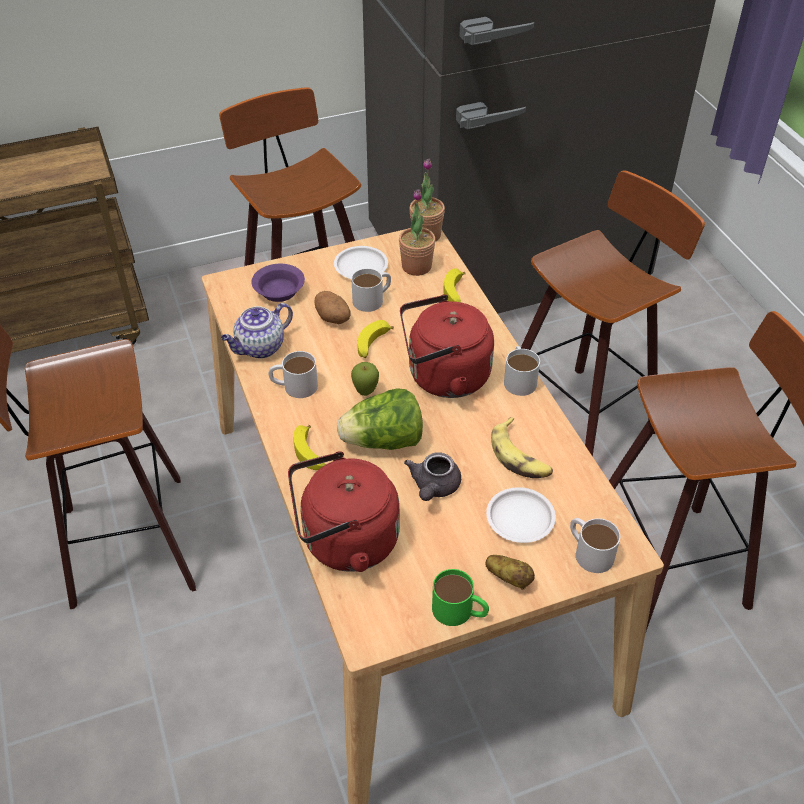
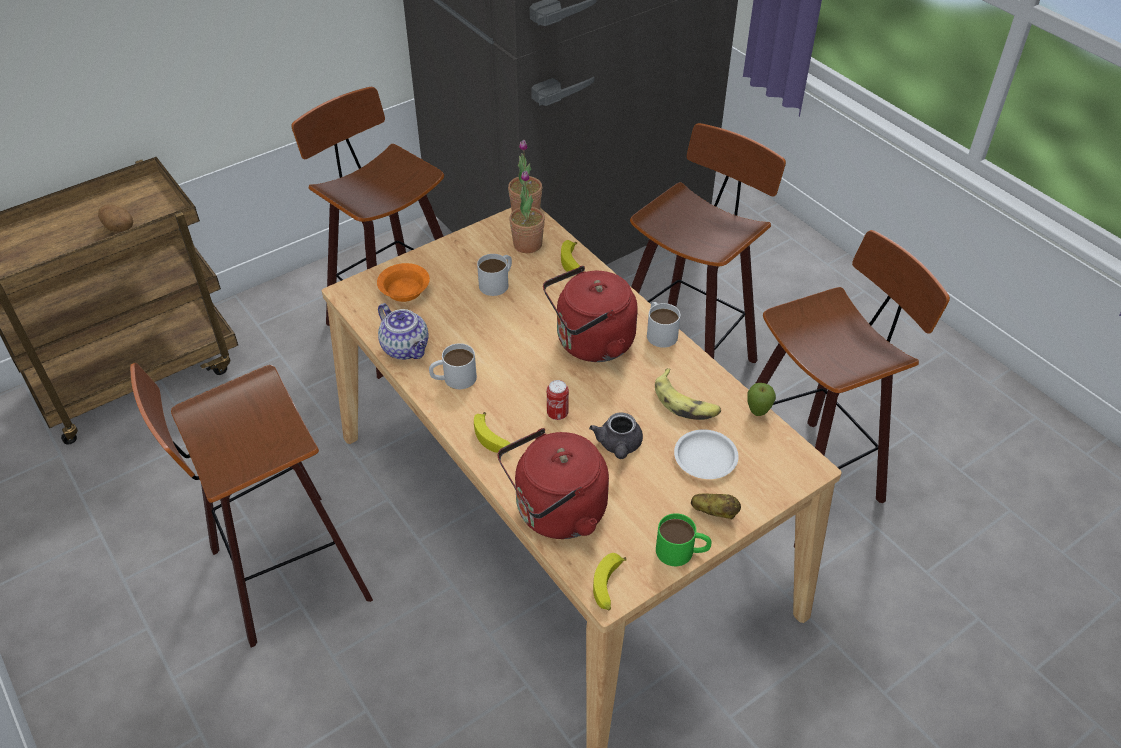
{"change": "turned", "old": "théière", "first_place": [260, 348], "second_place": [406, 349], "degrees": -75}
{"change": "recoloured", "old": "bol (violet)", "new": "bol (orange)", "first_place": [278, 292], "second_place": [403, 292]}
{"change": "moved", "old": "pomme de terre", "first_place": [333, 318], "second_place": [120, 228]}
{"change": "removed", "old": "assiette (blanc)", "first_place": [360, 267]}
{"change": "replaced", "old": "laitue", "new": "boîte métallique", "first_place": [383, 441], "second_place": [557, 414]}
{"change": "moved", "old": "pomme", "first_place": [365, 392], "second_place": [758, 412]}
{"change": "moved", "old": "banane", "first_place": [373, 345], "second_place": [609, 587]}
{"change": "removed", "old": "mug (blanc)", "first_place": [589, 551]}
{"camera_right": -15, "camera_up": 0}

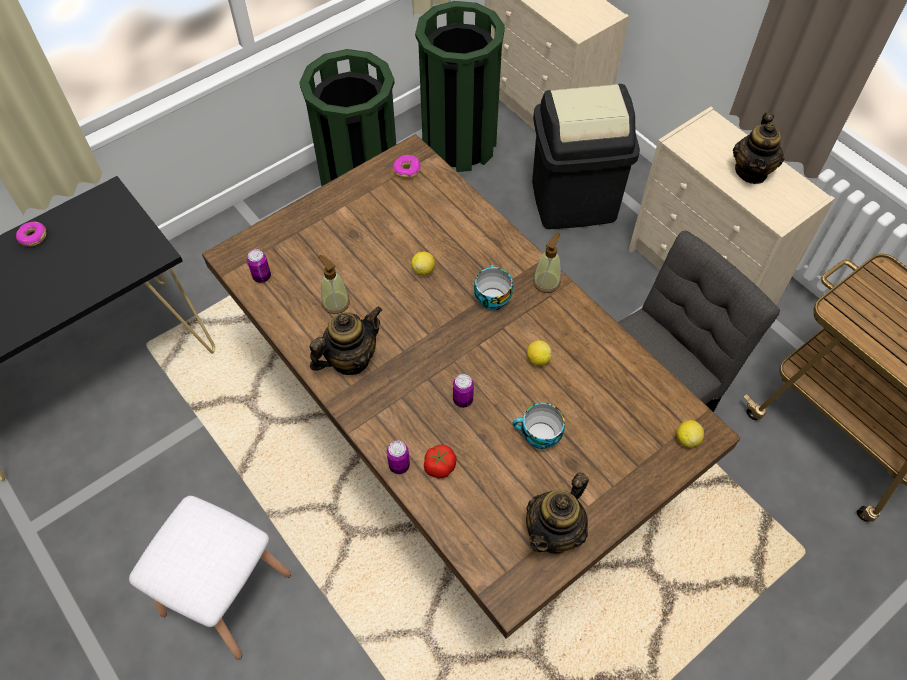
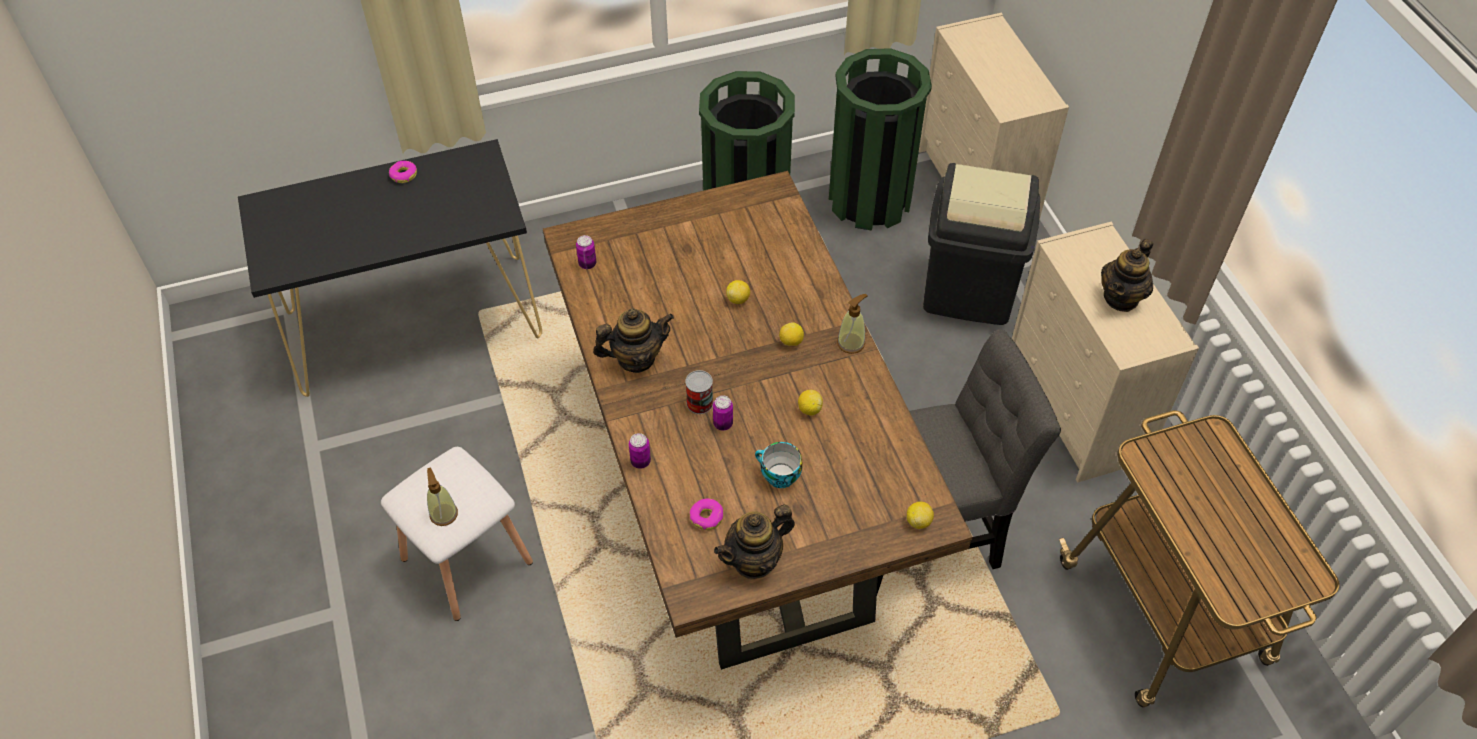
{"change": "moved", "old": "distributeur de savon", "first_place": [335, 303], "second_place": [443, 514]}
{"change": "moved", "old": "beignet", "first_place": [407, 170], "second_place": [706, 517]}
{"change": "removed", "old": "tomate", "first_place": [439, 466]}
{"change": "replaced", "old": "tasse", "new": "citron", "first_place": [491, 298], "second_place": [791, 342]}
{"change": "added", "new": "boîte métallique", "second_place": [699, 403]}
{"camera_right": 20, "camera_up": -5}

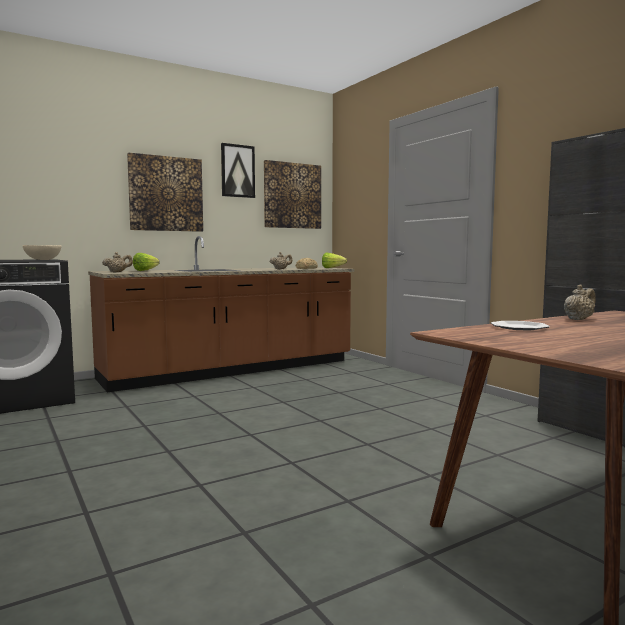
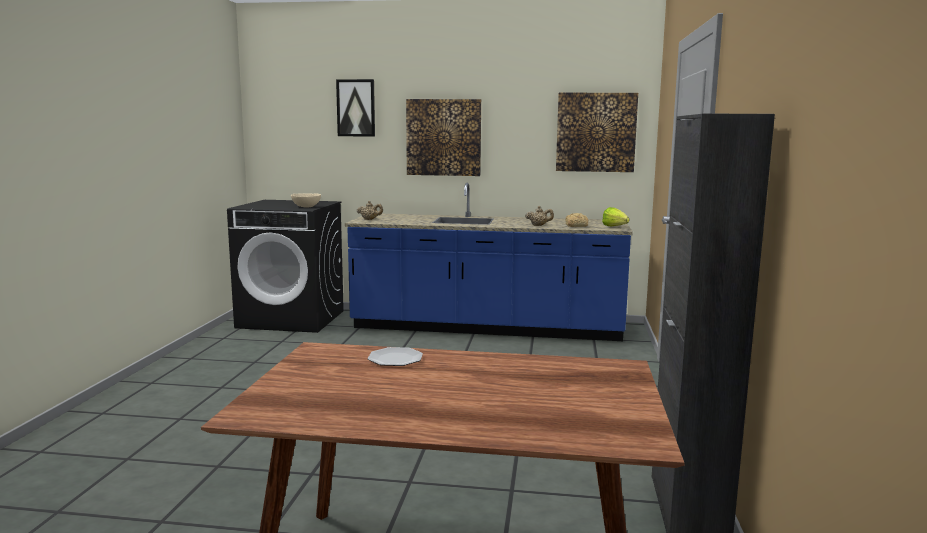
{"change": "recoloured", "old": "comptoir de cuisine (marron)", "new": "comptoir de cuisine (bleu)", "first_place": [231, 370], "second_place": [487, 327]}
{"change": "removed", "old": "laitue", "first_place": [148, 270]}
{"change": "moved", "old": "tableau", "first_place": [237, 171], "second_place": [356, 108]}
{"change": "removed", "old": "théière (beige)", "first_place": [578, 319]}
{"camera_right": 40, "camera_up": 5}

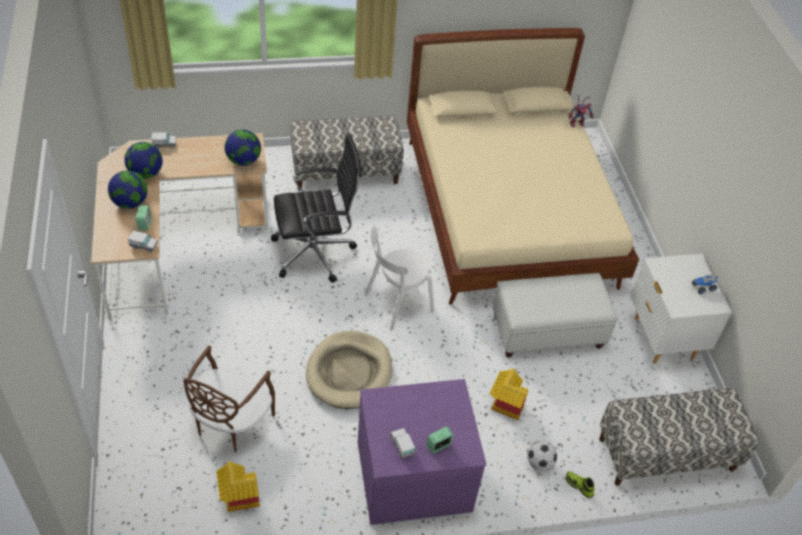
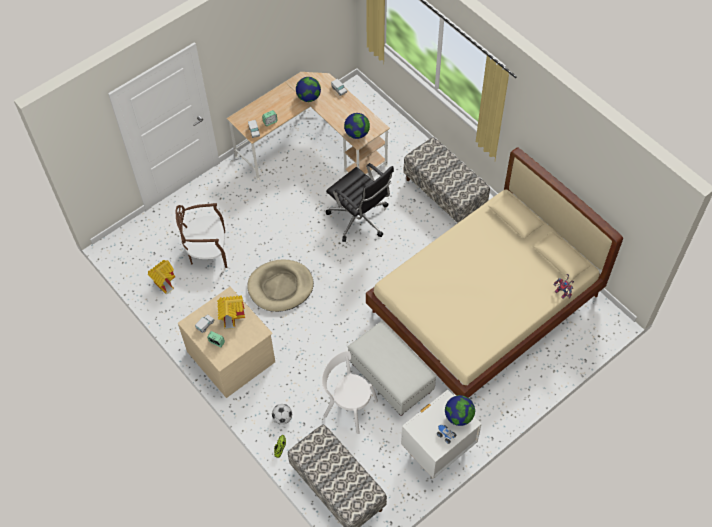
{"change": "moved", "old": "globe", "first_place": [130, 203], "second_place": [458, 416]}
{"change": "recoloured", "old": "commode (violet)", "new": "commode (beige)", "first_place": [413, 474], "second_place": [232, 356]}
{"change": "moved", "old": "chaise (blanc)", "first_place": [396, 304], "second_place": [348, 407]}
{"change": "moved", "old": "maison miniature", "first_place": [504, 404], "second_place": [232, 316]}
{"camera_right": 65, "camera_up": 10}

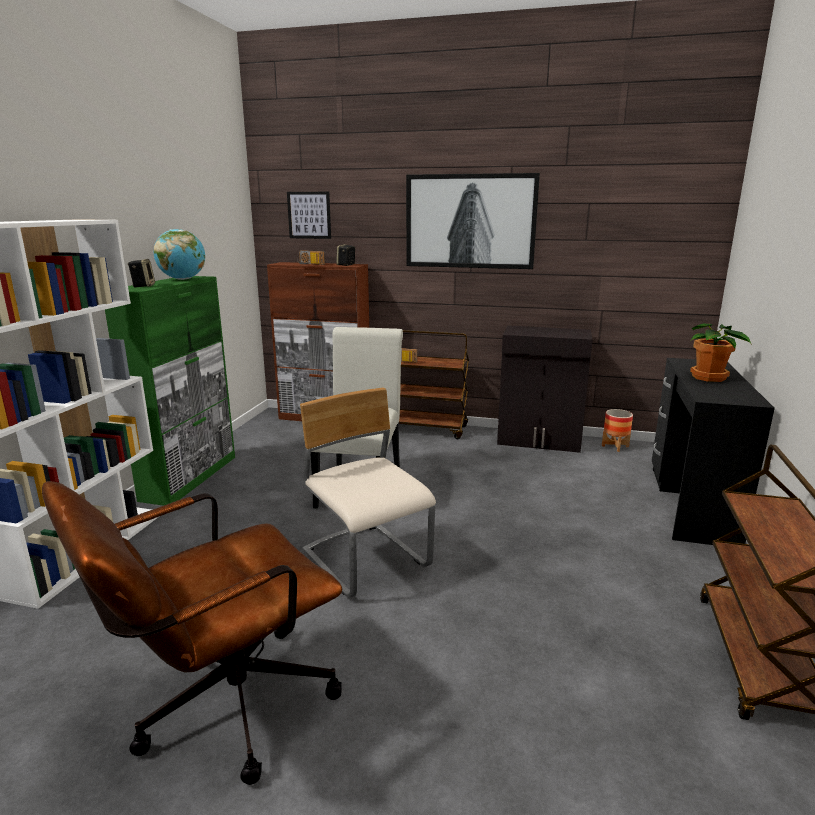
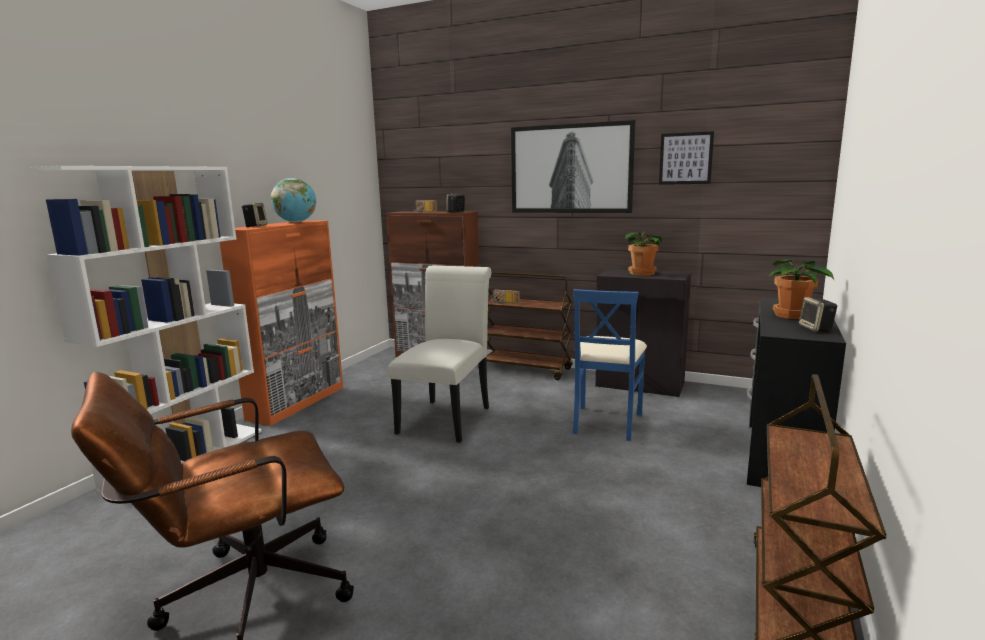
{"change": "recoloured", "old": "meuble de rangement (vert)", "new": "meuble de rangement (orange)", "first_place": [190, 477], "second_place": [297, 402]}
{"change": "moved", "old": "tableau", "first_place": [309, 215], "second_place": [685, 158]}
{"change": "removed", "old": "chaise (beige)", "first_place": [366, 560]}
{"change": "removed", "old": "cache-pot", "first_place": [615, 446]}
{"change": "added", "new": "chaise (bleu)", "second_place": [606, 422]}
{"change": "added", "new": "plante en pot", "second_place": [643, 273]}
{"change": "added", "new": "enceinte", "second_place": [816, 328]}
{"camera_right": 10, "camera_up": -5}

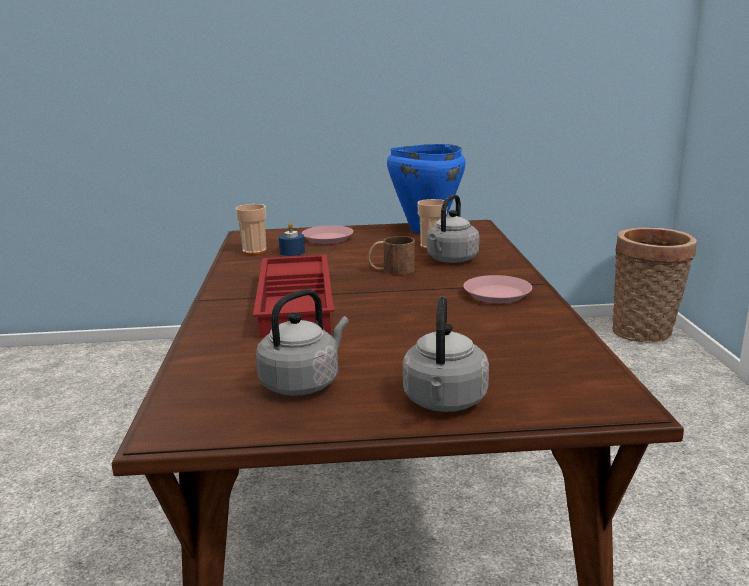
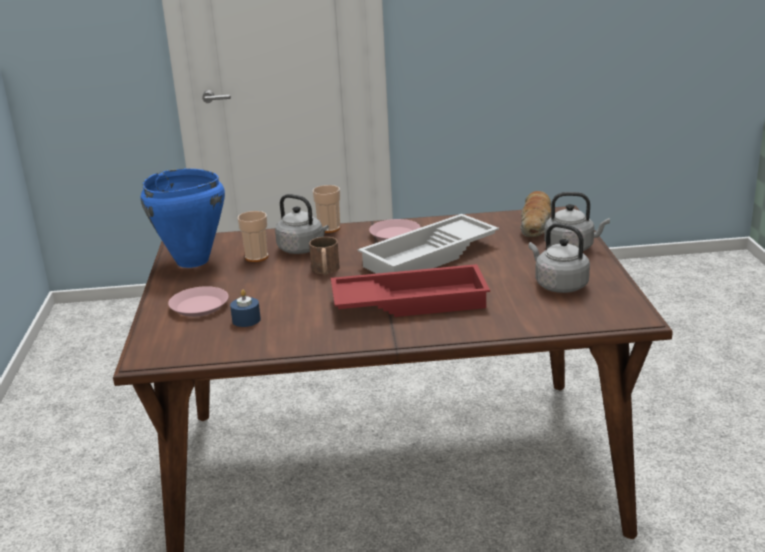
{"change": "moved", "old": "tasse", "first_place": [254, 251], "second_place": [329, 228]}
{"change": "removed", "old": "panier", "first_place": [645, 333]}
{"change": "added", "new": "plateau (blanc)", "second_place": [430, 256]}
{"change": "added", "new": "pain", "second_place": [536, 224]}
{"camera_right": -90, "camera_up": 5}

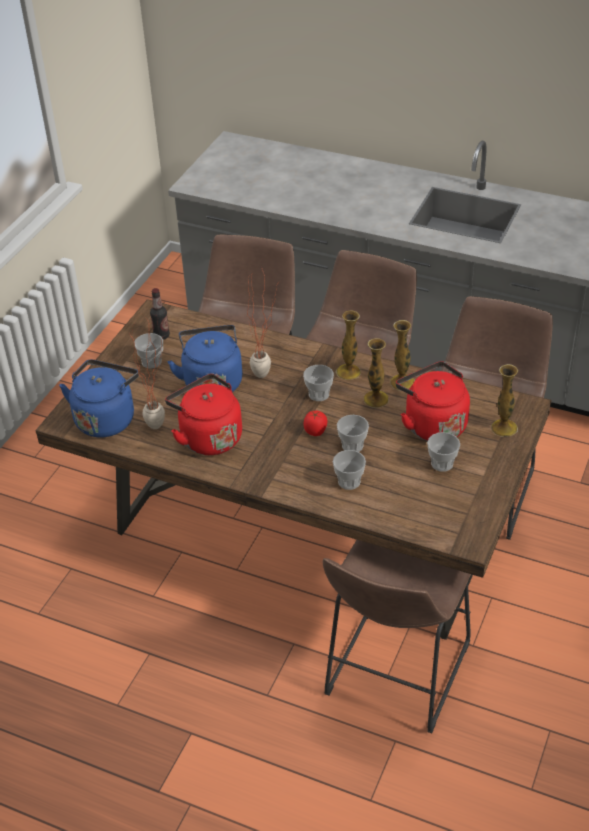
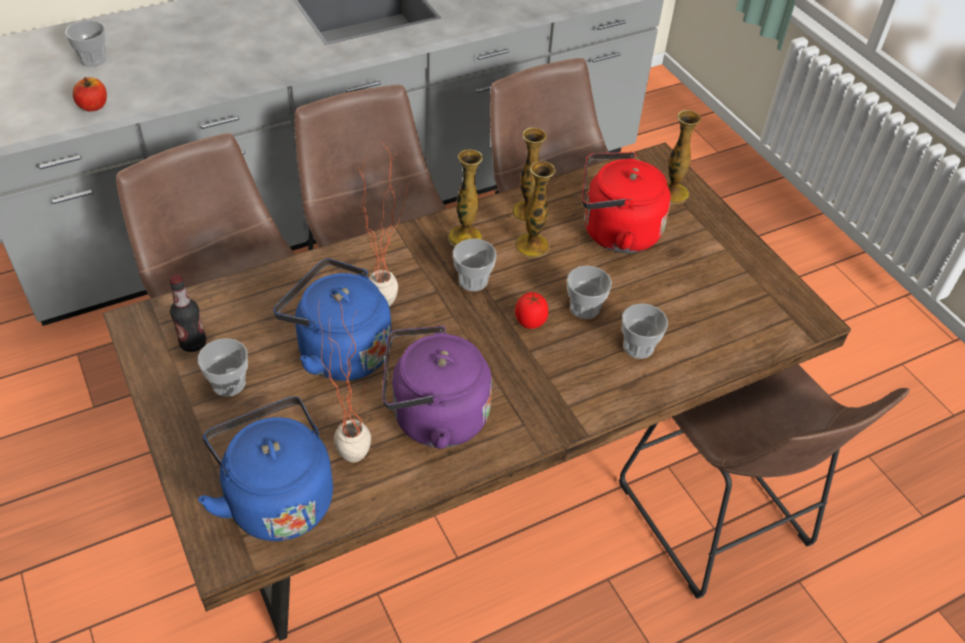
{"change": "recoloured", "old": "bouilloire (rouge)", "new": "bouilloire (violet)", "first_place": [208, 437], "second_place": [433, 417]}
{"change": "moved", "old": "tasse", "first_place": [442, 463], "second_place": [93, 59]}
{"change": "added", "new": "pomme", "second_place": [93, 106]}
{"camera_right": -55, "camera_up": 5}

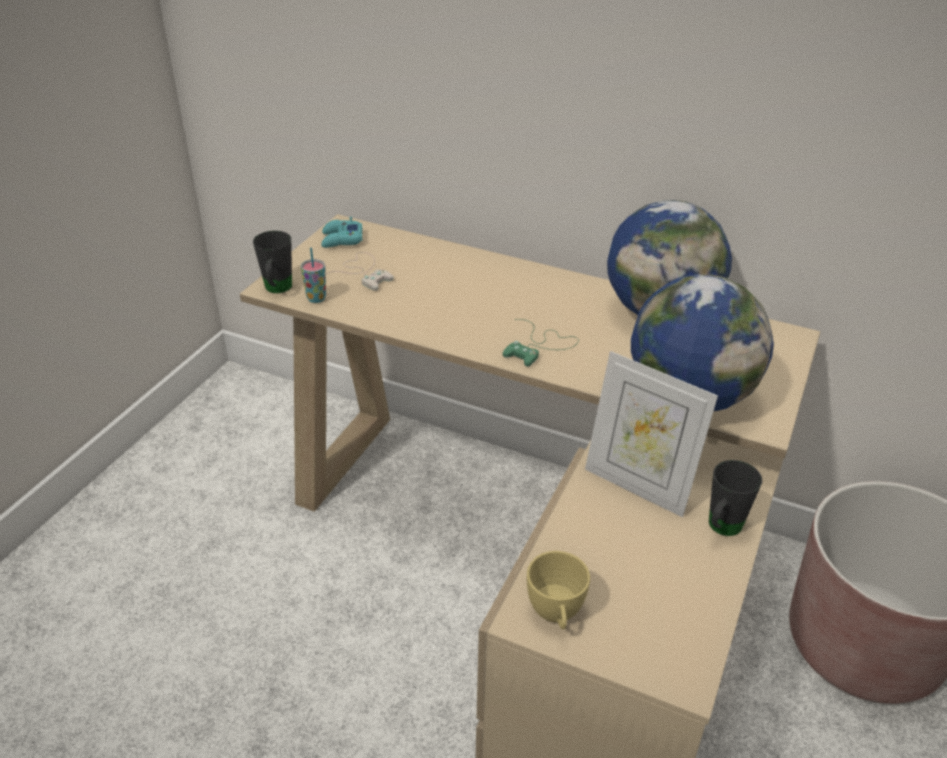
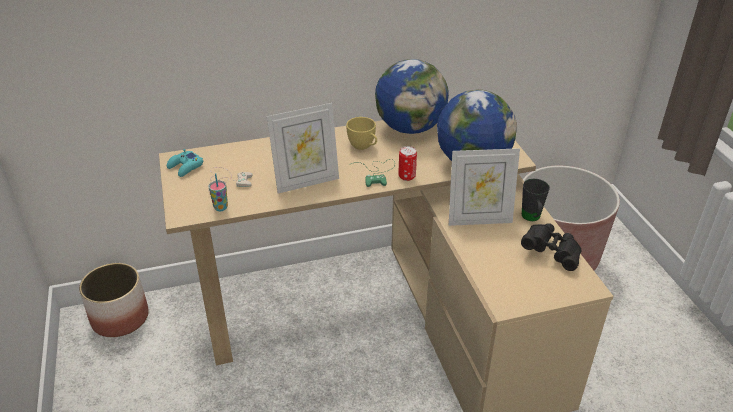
{"change": "removed", "old": "mug (noir)", "first_place": [277, 290]}
{"change": "moved", "old": "tasse (jaune)", "first_place": [556, 615], "second_place": [363, 146]}
{"change": "added", "new": "cache-pot", "second_place": [120, 317]}
{"change": "added", "new": "cadre photo", "second_place": [306, 182]}
{"change": "added", "new": "boîte métallique", "second_place": [407, 176]}
{"change": "added", "new": "jumelles (noir)", "second_place": [551, 253]}
{"camera_right": -40, "camera_up": 0}

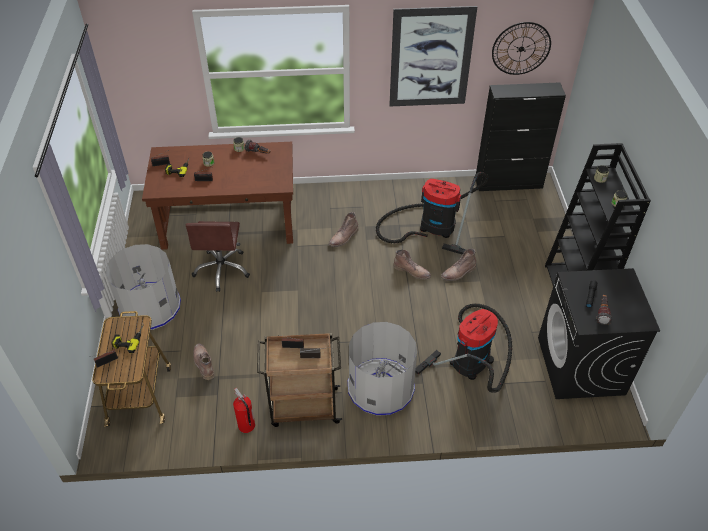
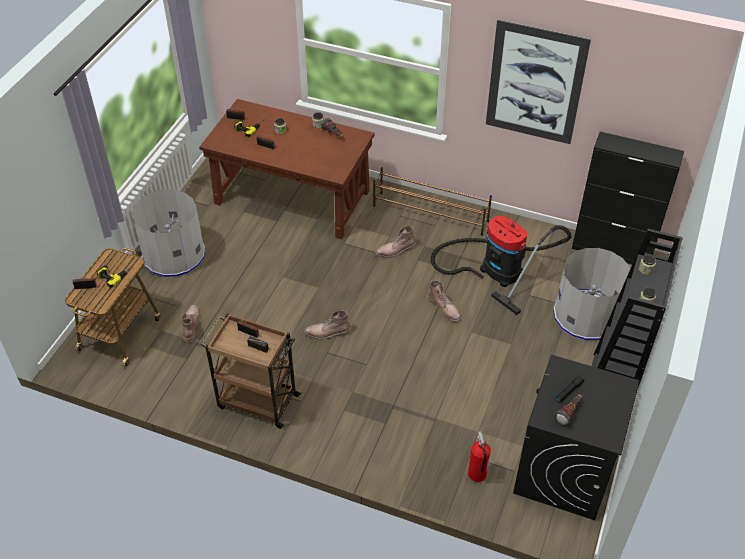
{"change": "removed", "old": "chaise de bureau (marron)", "first_place": [222, 270]}
{"change": "moved", "old": "extincteur", "first_place": [246, 426], "second_place": [476, 474]}
{"change": "moved", "old": "poubelle (gris)", "first_place": [380, 387], "second_place": [586, 316]}
{"change": "removed", "old": "aspirateur", "first_place": [473, 358]}
{"change": "moved", "old": "botte (marron)", "first_place": [458, 273], "second_place": [327, 333]}
{"change": "removed", "old": "horloge murale", "first_place": [521, 48]}
{"change": "added", "new": "étagère à chaussures (marron)", "second_place": [431, 213]}
{"camera_right": 25, "camera_up": 0}

